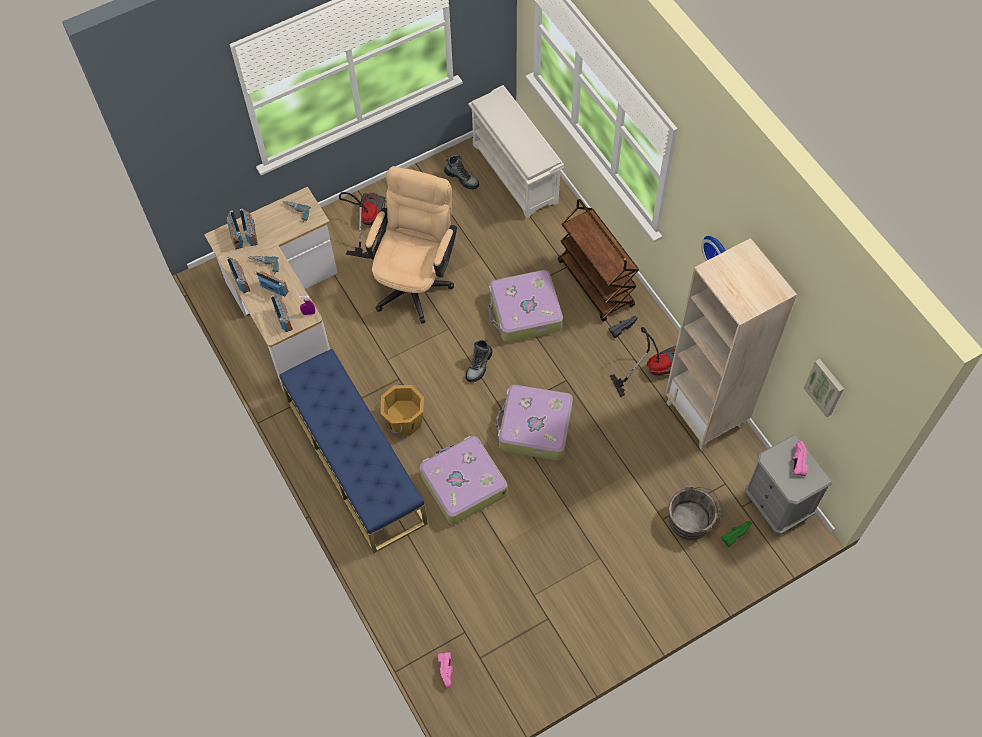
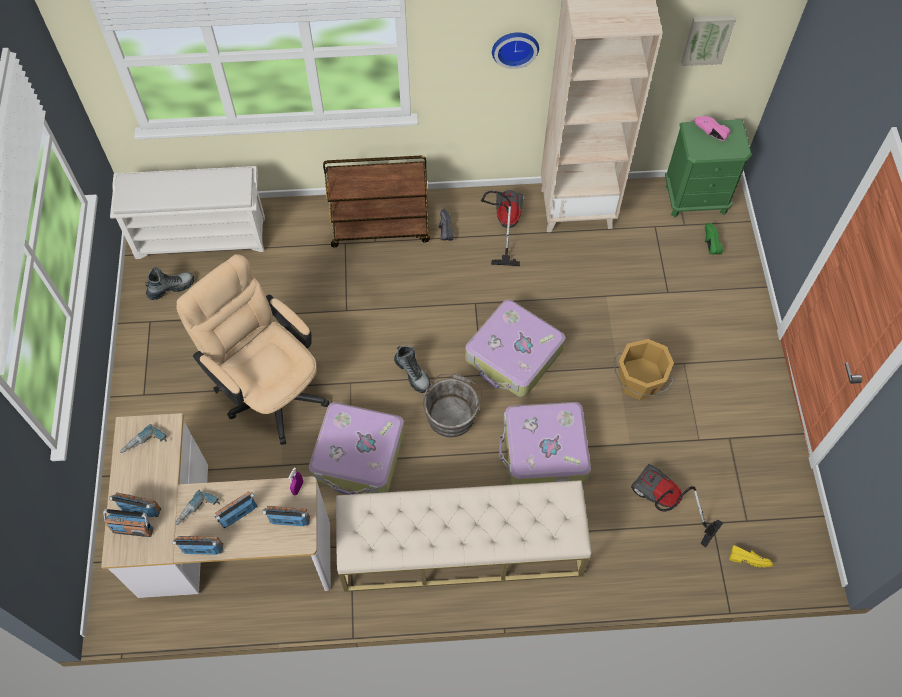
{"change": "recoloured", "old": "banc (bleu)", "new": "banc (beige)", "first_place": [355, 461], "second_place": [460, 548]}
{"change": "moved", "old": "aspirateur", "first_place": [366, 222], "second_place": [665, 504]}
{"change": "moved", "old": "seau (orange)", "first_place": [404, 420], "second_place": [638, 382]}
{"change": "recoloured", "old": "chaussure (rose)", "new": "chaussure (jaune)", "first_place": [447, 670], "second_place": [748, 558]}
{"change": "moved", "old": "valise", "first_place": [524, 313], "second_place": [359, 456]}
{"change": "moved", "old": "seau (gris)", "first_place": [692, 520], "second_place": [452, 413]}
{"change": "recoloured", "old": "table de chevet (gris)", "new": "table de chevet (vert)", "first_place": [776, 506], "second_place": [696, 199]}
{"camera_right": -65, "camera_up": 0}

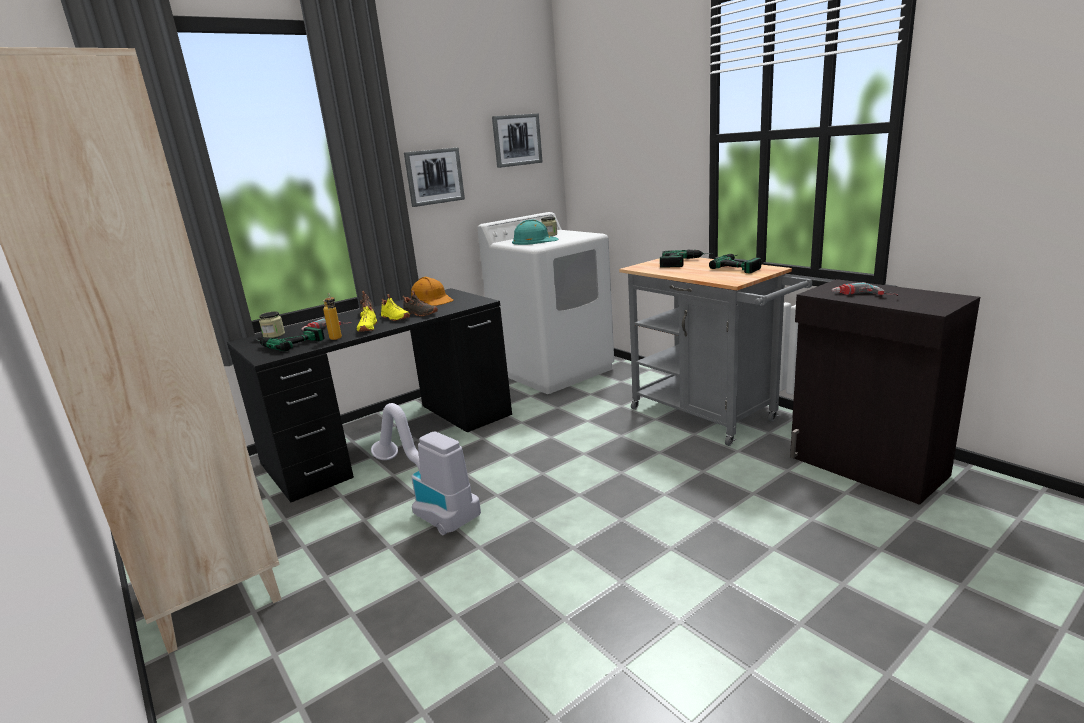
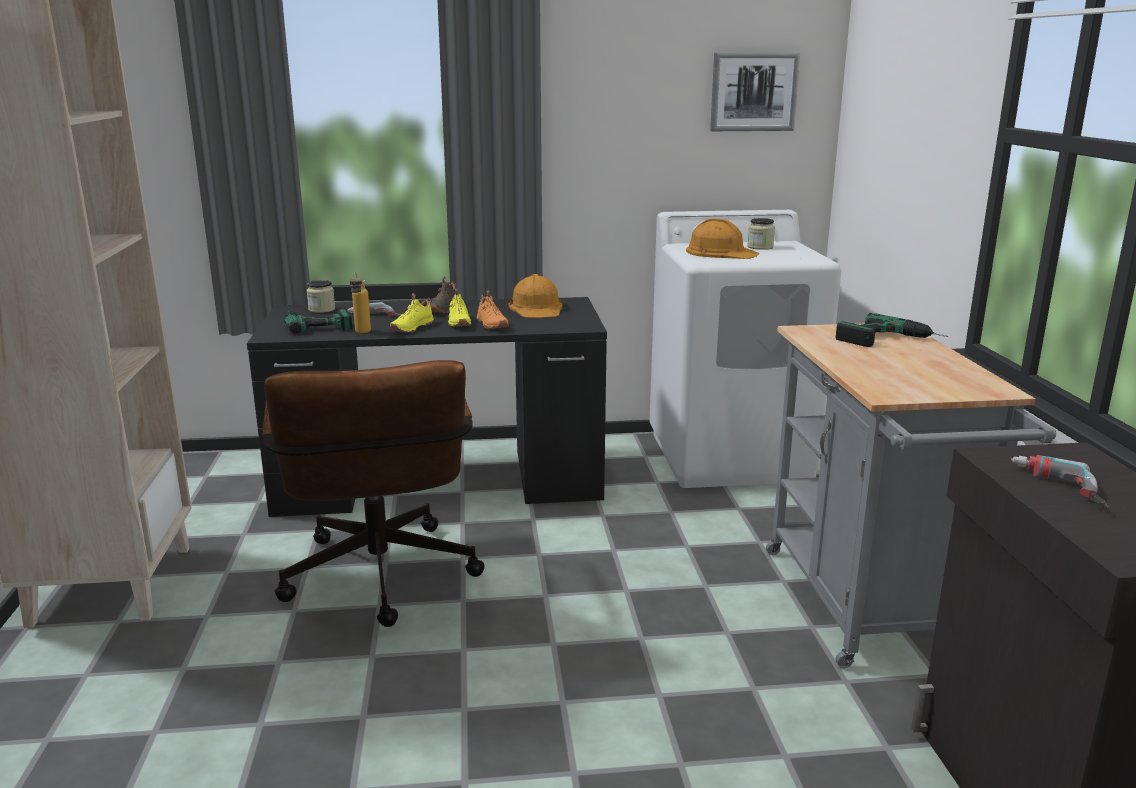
{"change": "replaced", "old": "aspirateur", "new": "chaise de bureau (marron)", "first_place": [430, 507], "second_place": [380, 583]}
{"change": "recoloured", "old": "chaussure (noir)", "new": "chaussure (orange)", "first_place": [419, 314], "second_place": [491, 324]}
{"change": "removed", "old": "tableau", "first_place": [434, 176]}
{"change": "recoloured", "old": "casque de chantier (turquoise)", "new": "casque de chantier (orange)", "first_place": [534, 241], "second_place": [720, 252]}
{"change": "removed", "old": "perceuse", "first_place": [740, 266]}
{"camera_right": 30, "camera_up": 0}

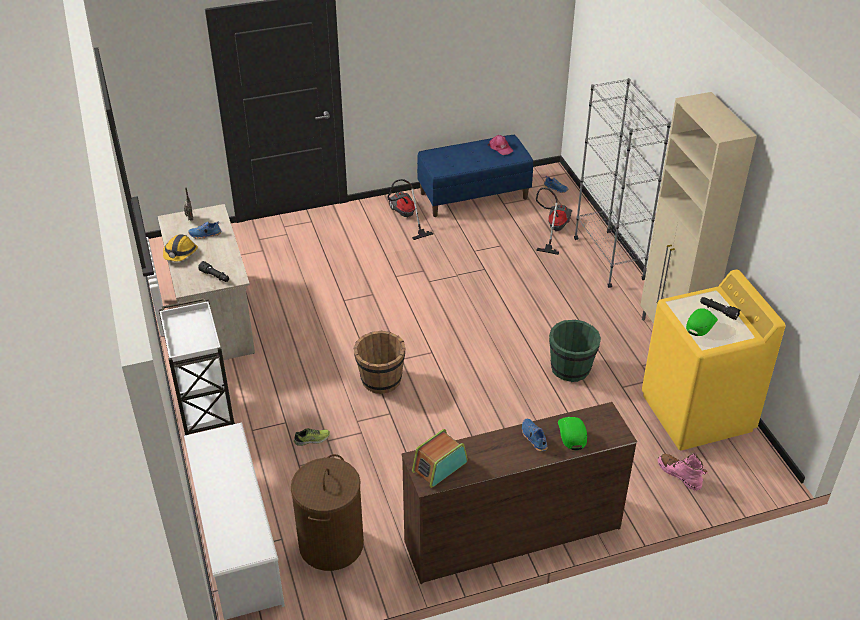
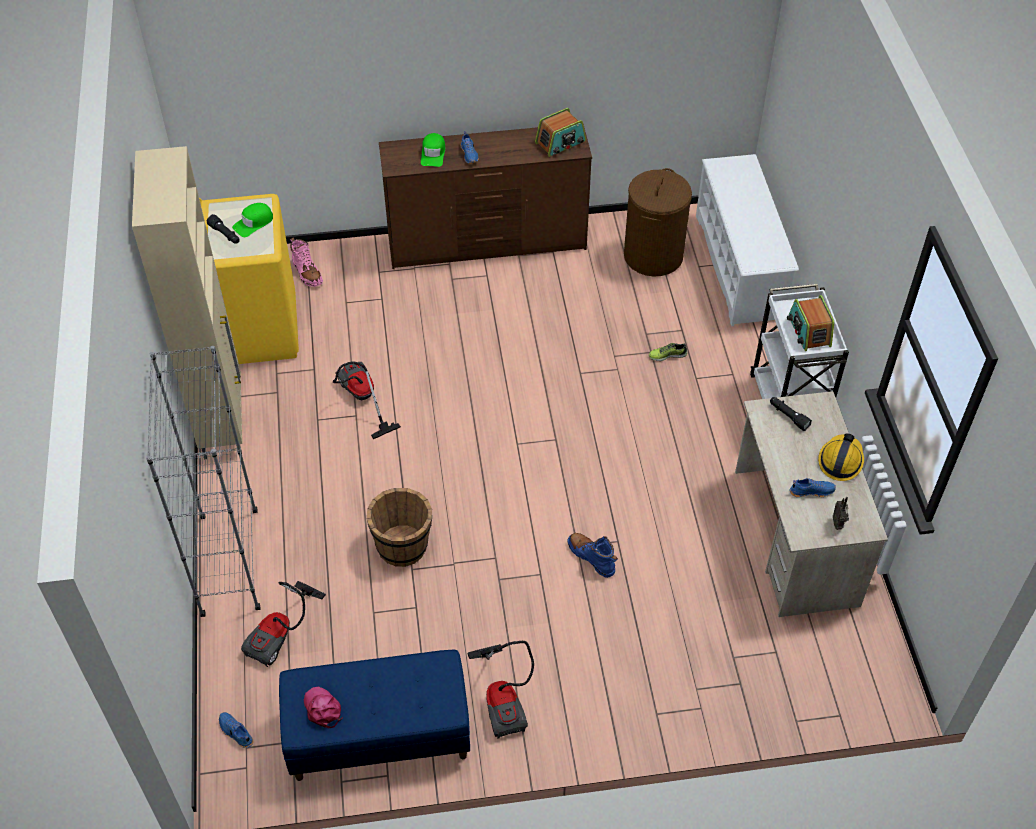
{"change": "moved", "old": "seau (marron)", "first_place": [380, 380], "second_place": [403, 545]}
{"change": "replaced", "old": "seau (vert)", "new": "aspirateur", "first_place": [571, 369], "second_place": [360, 399]}
{"change": "added", "new": "botte (bleu)", "second_place": [591, 557]}
{"change": "added", "new": "radio", "second_place": [809, 331]}
{"camera_right": -170, "camera_up": 10}

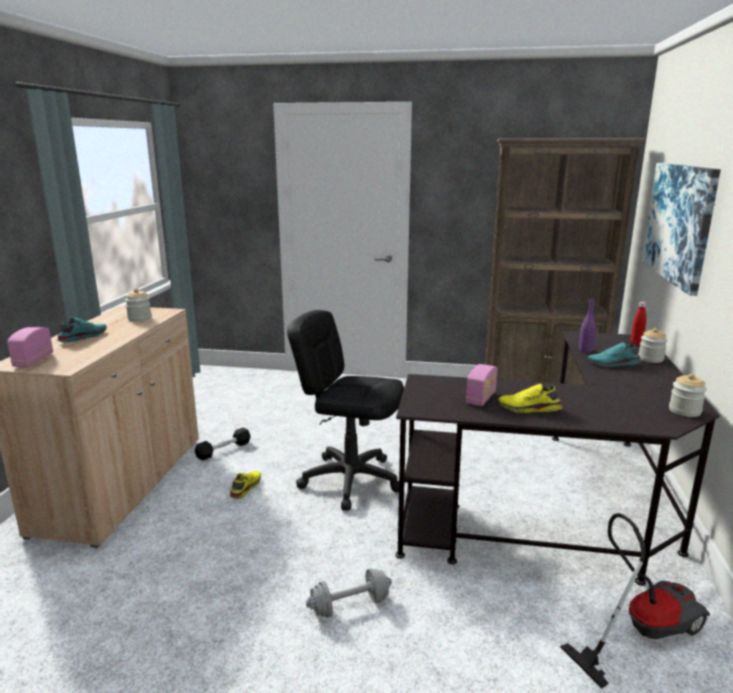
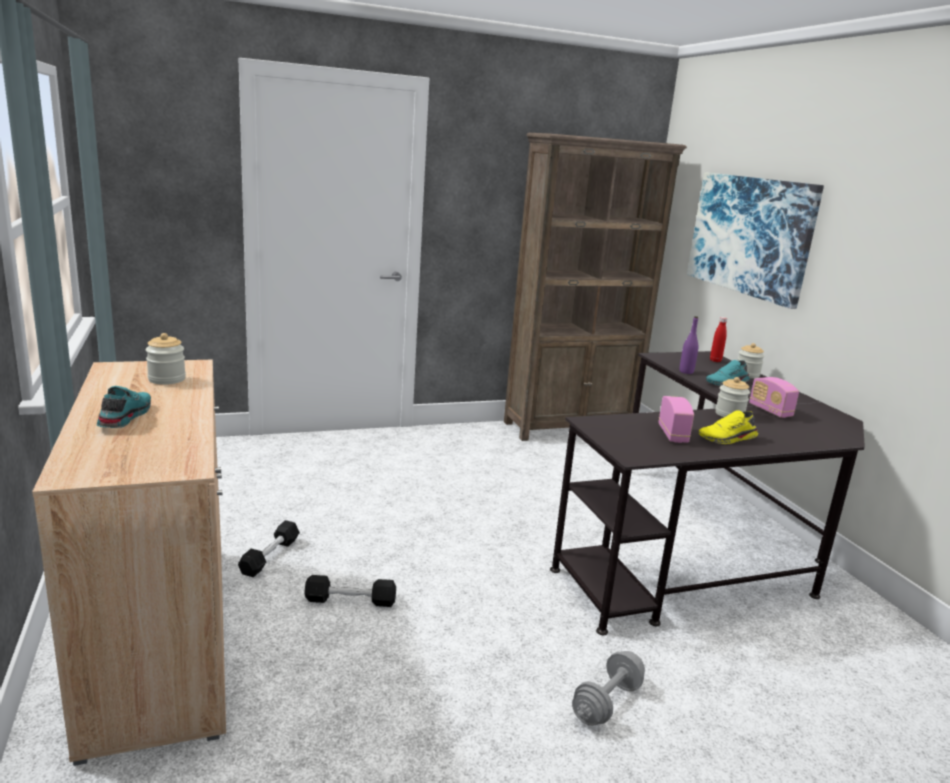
{"change": "moved", "old": "radio", "first_place": [33, 361], "second_place": [770, 411]}
{"change": "replaced", "old": "chaussure (jaune)", "new": "haltère (noir)", "first_place": [245, 488], "second_place": [350, 600]}
{"change": "removed", "old": "chaise de bureau (noir)", "first_place": [350, 480]}
{"change": "removed", "old": "aspirateur", "first_place": [640, 630]}
{"change": "moved", "old": "bocal", "first_place": [684, 411], "second_place": [729, 414]}
{"camera_right": -30, "camera_up": 0}

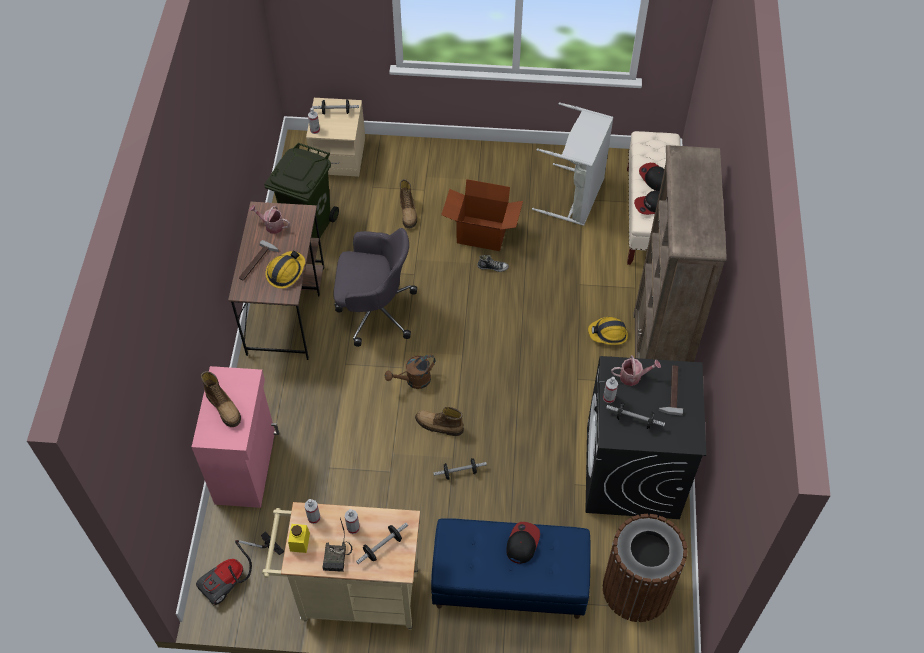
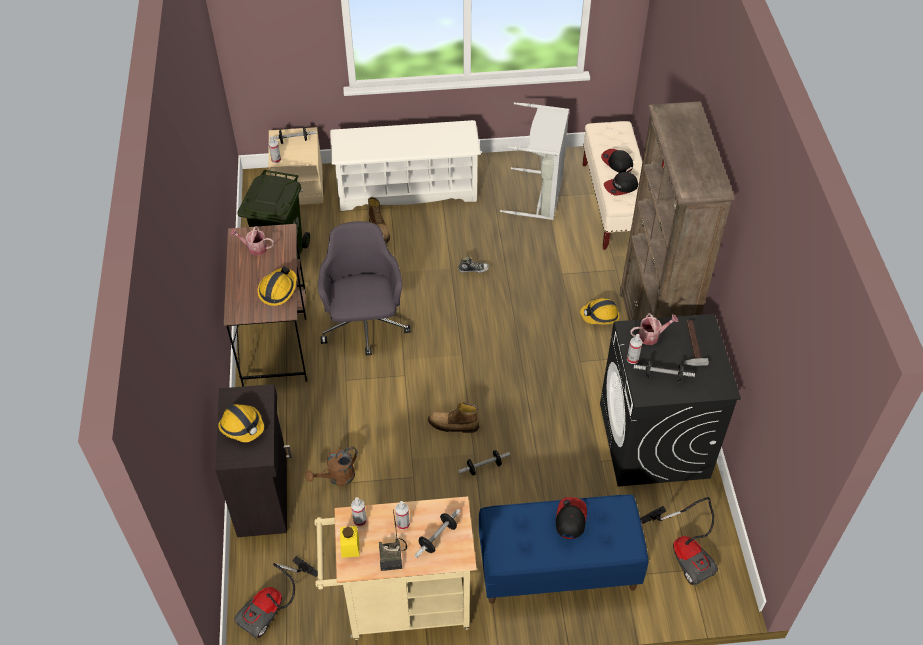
{"change": "recoloured", "old": "meuble de rangement (rose)", "new": "meuble de rangement (noir)", "first_place": [247, 466], "second_place": [264, 494]}
{"change": "replaced", "old": "botte", "new": "casque de chantier", "first_place": [224, 407], "second_place": [242, 426]}
{"change": "removed", "old": "marteau", "first_place": [257, 263]}
{"change": "turned", "old": "chaise de bureau (gris)", "first_place": [374, 310], "second_place": [365, 325], "degrees": -90}
{"change": "moved", "old": "arrosoir (marron)", "first_place": [414, 381], "second_place": [337, 477]}
{"change": "removed", "old": "carton", "first_place": [481, 234]}
{"change": "replaced", "old": "poubelle (marron)", "new": "aspirateur", "first_place": [636, 589], "second_place": [685, 552]}
{"change": "added", "new": "étagère à chaussures (blanc)", "second_place": [407, 189]}
{"camera_right": -10, "camera_up": -5}

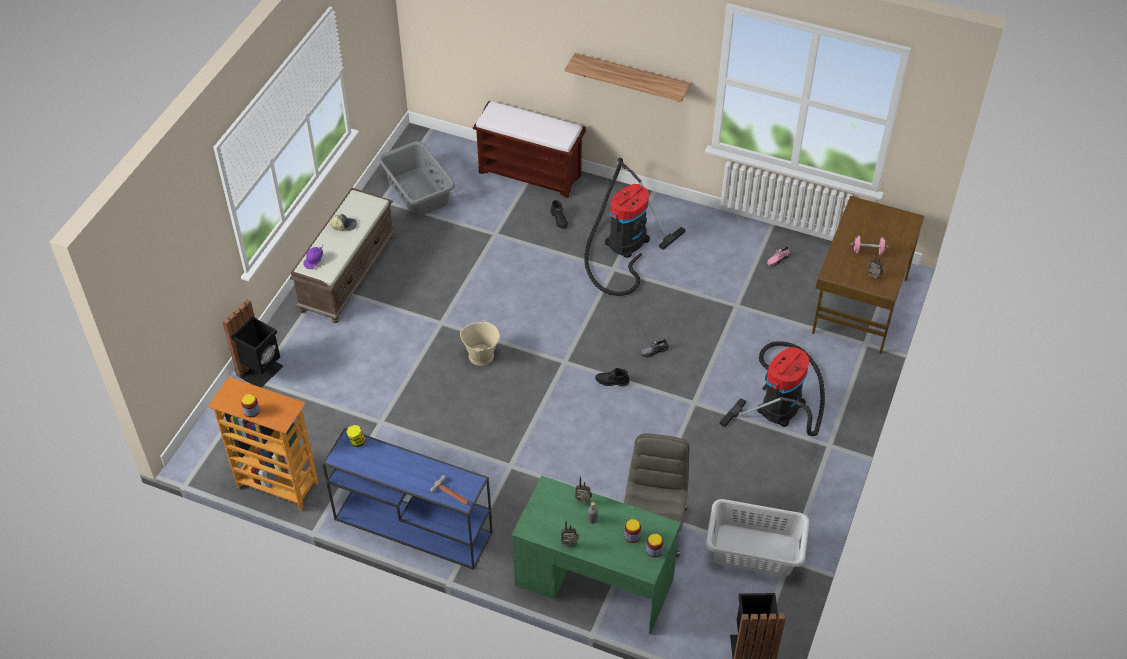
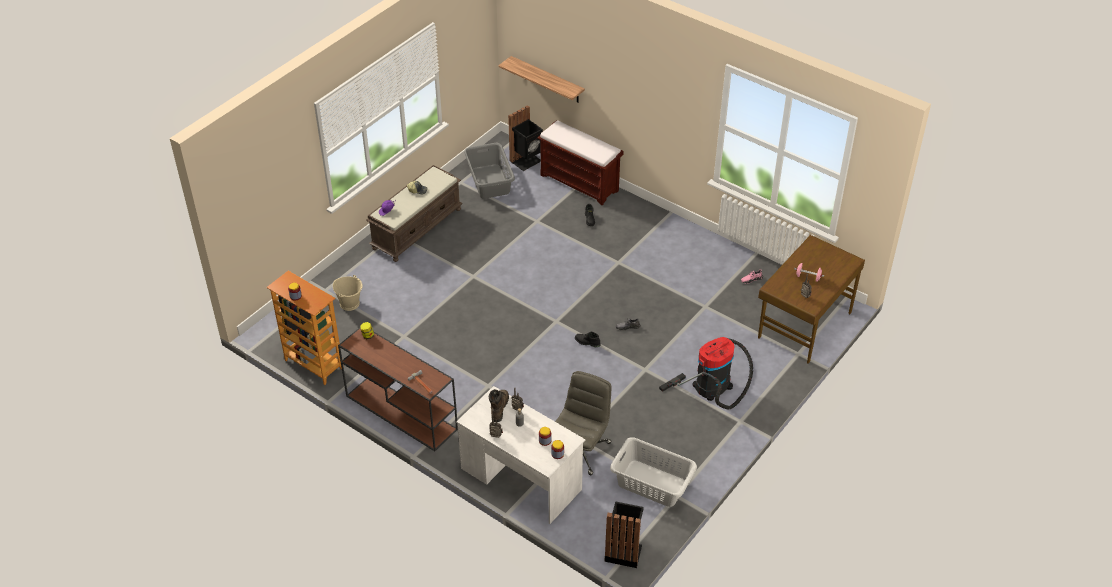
{"change": "moved", "old": "poubelle (noir)", "first_place": [262, 371], "second_place": [526, 161]}
{"change": "recoloured", "old": "table console (bleu)", "new": "table console (marron)", "first_place": [411, 526], "second_place": [400, 412]}
{"change": "moved", "old": "seau (beige)", "first_place": [481, 355], "second_place": [350, 303]}
{"change": "recoloured", "old": "bureau (vert)", "new": "bureau (blanc)", "first_place": [594, 581], "second_place": [521, 479]}
{"change": "moved", "old": "étagère", "first_place": [631, 78], "second_place": [547, 80]}
{"change": "removed", "old": "aspirateur", "first_place": [624, 245]}
{"change": "added", "new": "botte (marron)", "second_place": [499, 407]}
{"camera_right": 15, "camera_up": -5}

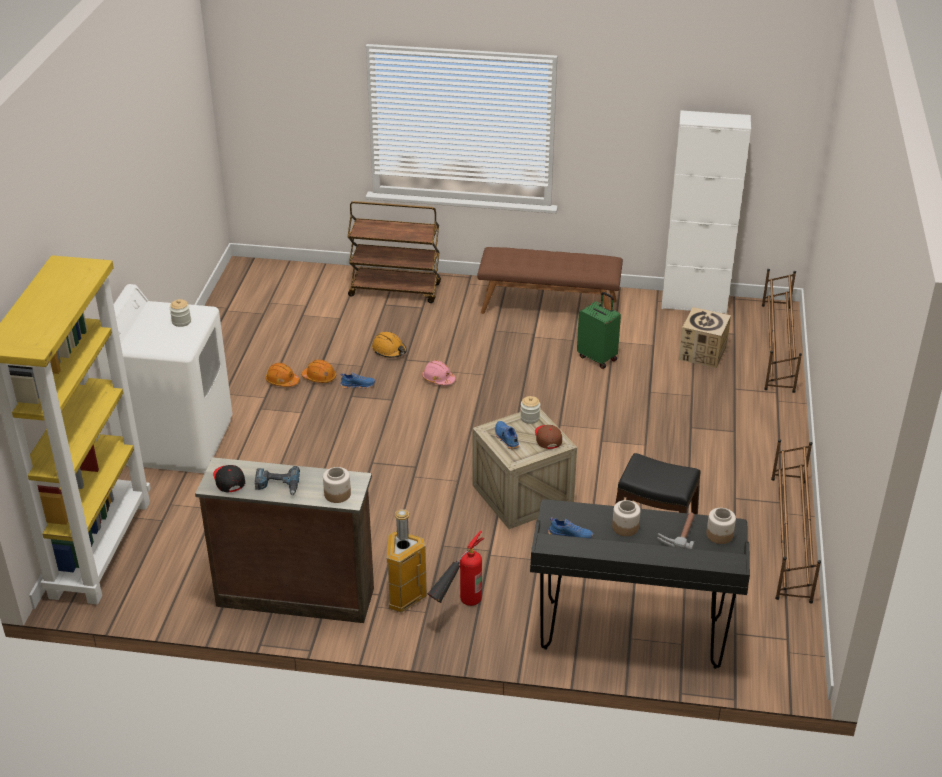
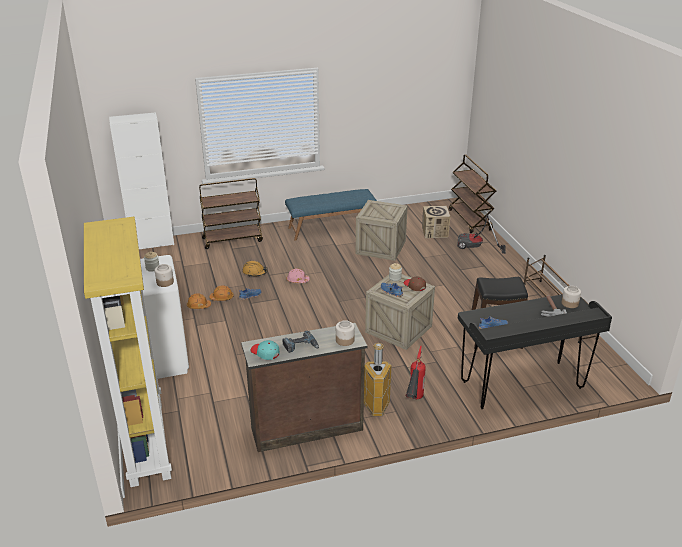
{"change": "recoloured", "old": "casquette (noir)", "new": "casquette (turquoise)", "first_place": [228, 480], "second_place": [265, 352]}
{"change": "recoloured", "old": "banc (marron)", "new": "banc (bleu)", "first_place": [549, 306], "second_place": [331, 228]}
{"change": "replaced", "old": "valise (vert)", "new": "caisse", "first_place": [598, 358], "second_place": [380, 247]}
{"change": "moved", "old": "bocal", "first_place": [625, 527], "second_place": [165, 282]}
{"change": "moved", "old": "meuble de rangement (blanc)", "first_place": [694, 303], "second_place": [152, 243]}
{"change": "replaced", "old": "étagère à chaussures (marron)", "new": "chariot (marron)", "first_place": [777, 347], "second_place": [470, 220]}
{"change": "added", "new": "aspirateur", "second_place": [476, 248]}
{"camera_right": -25, "camera_up": -5}

